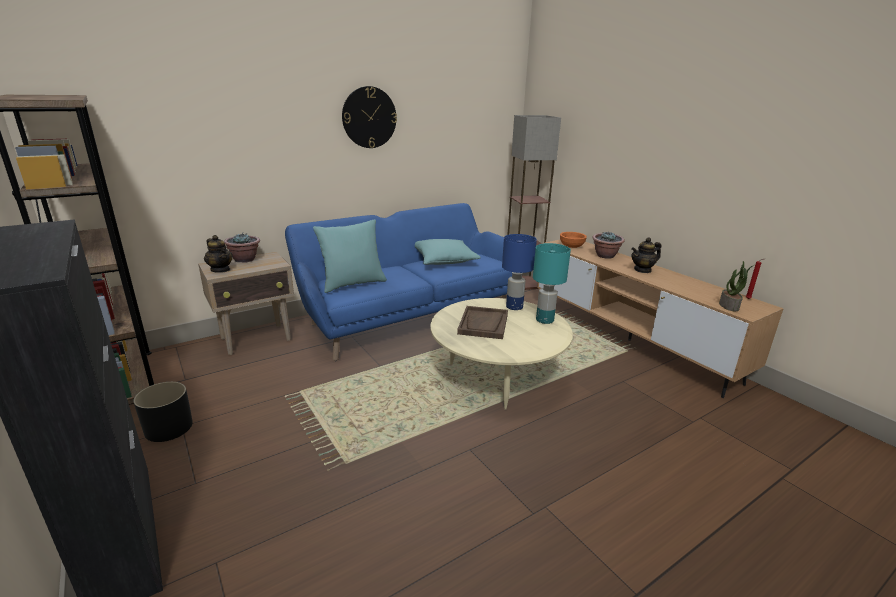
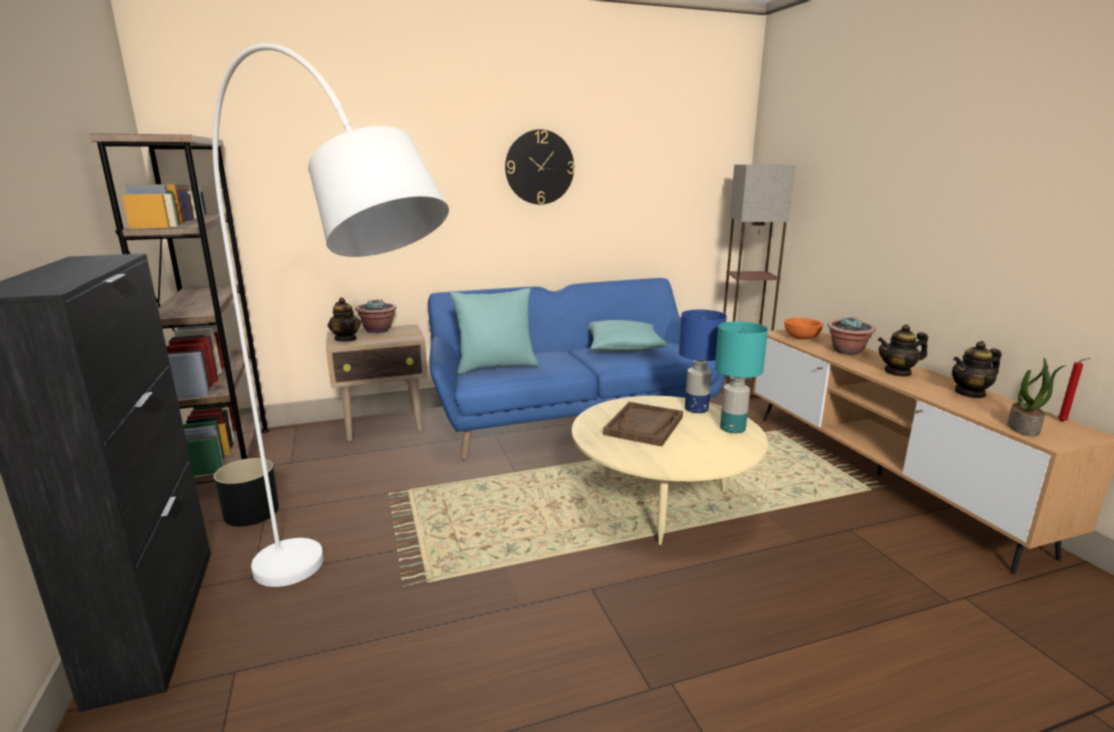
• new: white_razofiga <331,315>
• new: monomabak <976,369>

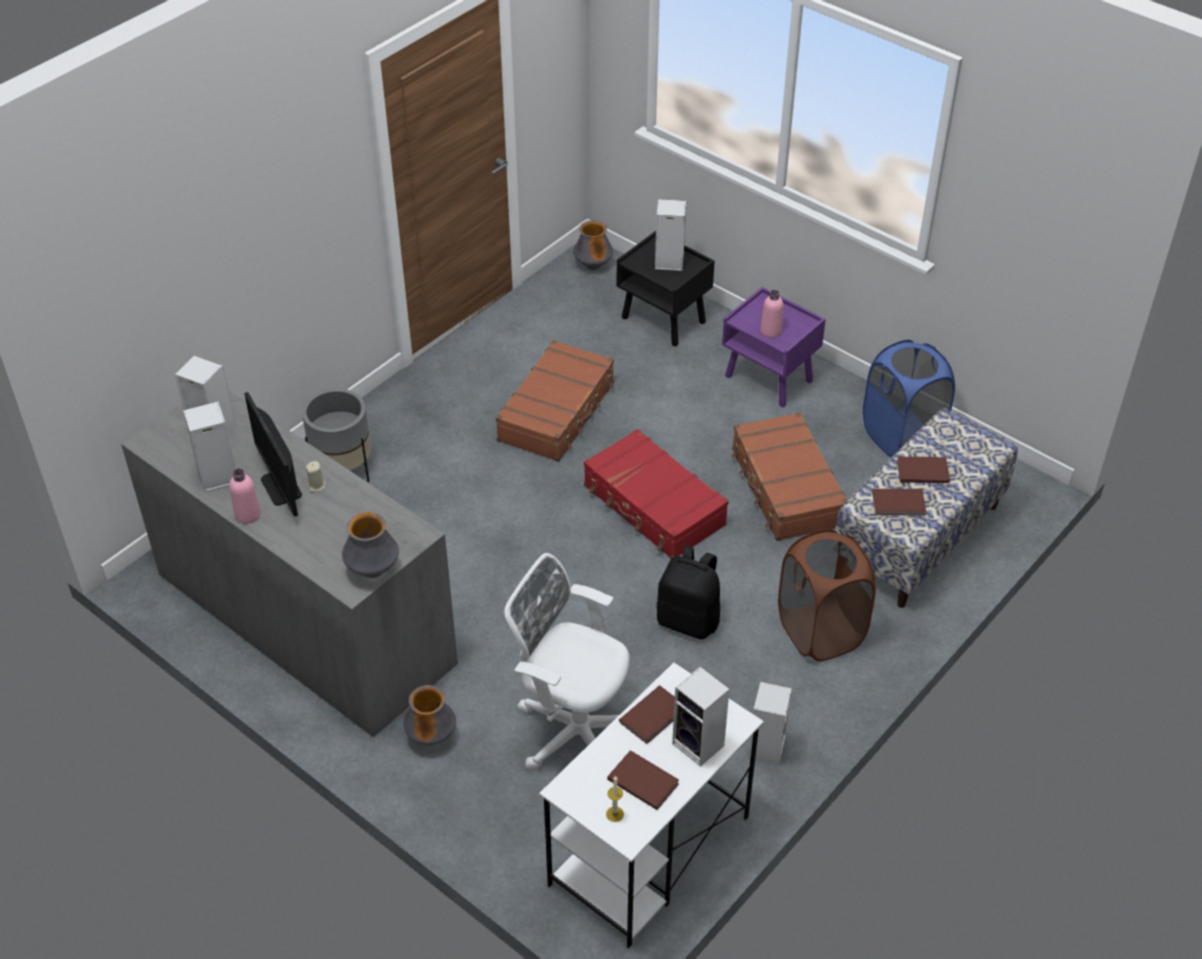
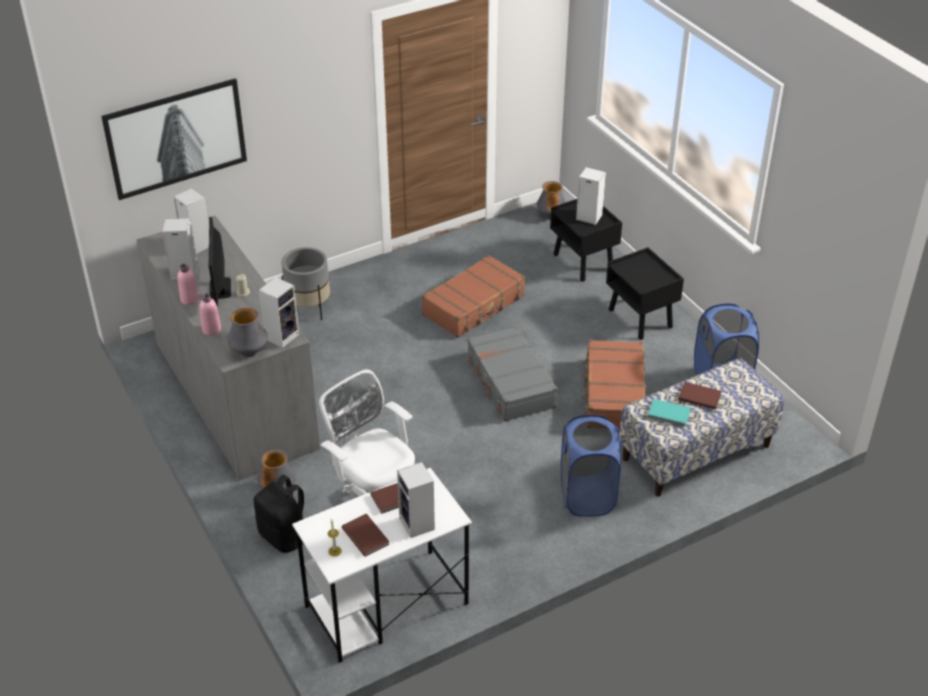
• new: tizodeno <174,139>
• shifted: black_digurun <688,592> to <279,514>
• shifted: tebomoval <770,724> to <278,312>
• shifted: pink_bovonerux <772,314> to <210,314>
• repainted: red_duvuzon <656,494> to grey_duvuzon <512,373>
• repainted: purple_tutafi <774,347> to black_tutafi <645,293>
• repainted: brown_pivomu <827,595> to blue_pivomu <591,466>
• repainted: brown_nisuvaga <899,502> to turquoise_nisuvaga <669,413>

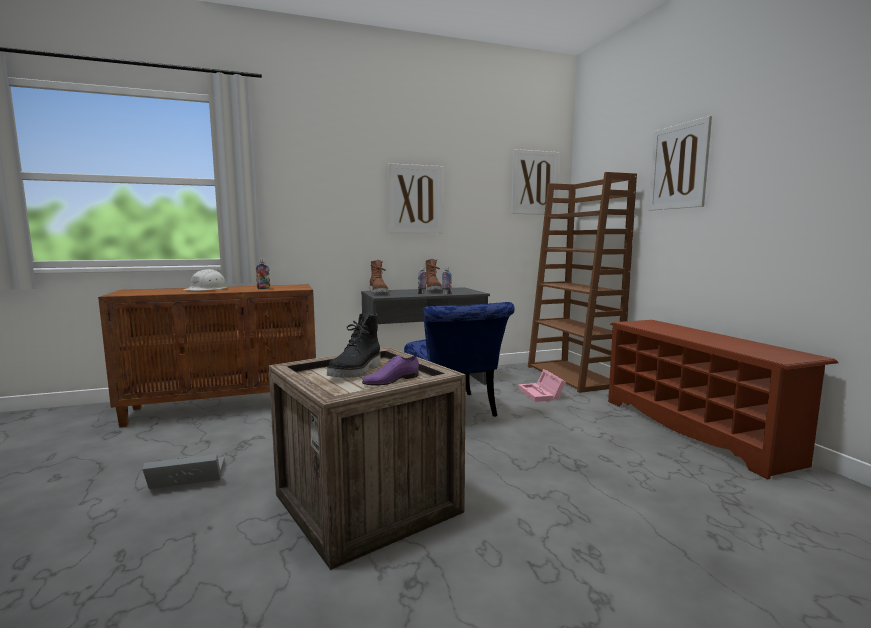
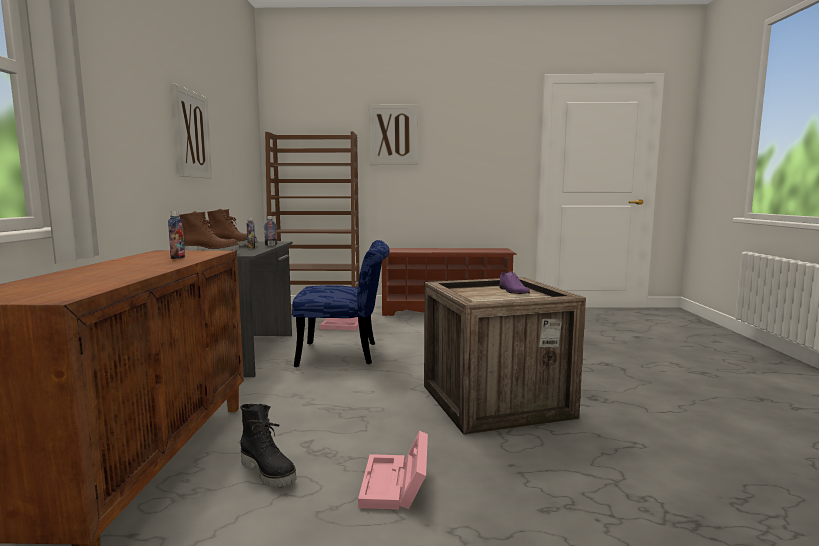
• gone: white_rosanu <205,280>
• gone: tizodeno <535,181>
• shifted: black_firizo <354,345> to <268,445>
• repainted: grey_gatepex <183,471> to pink_gatepex <393,470>

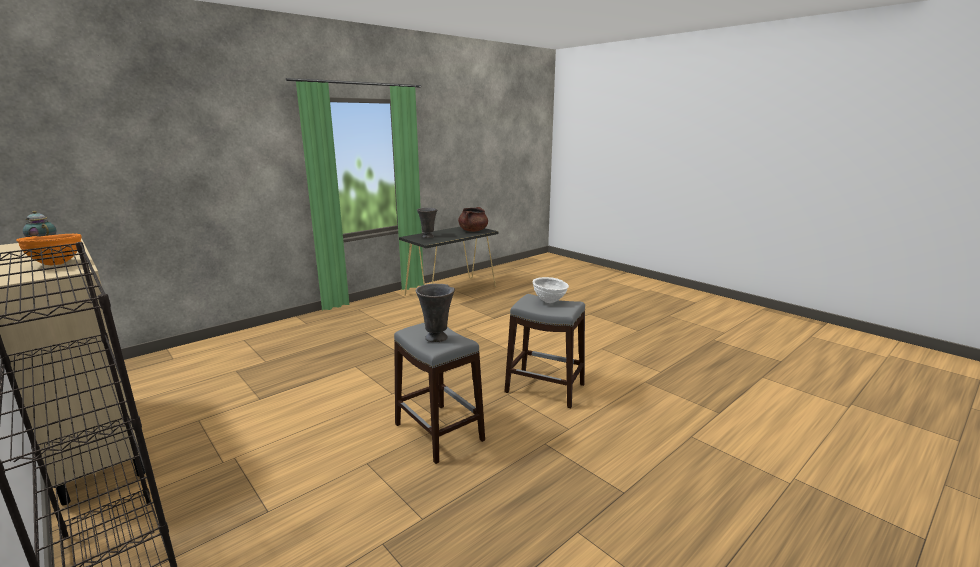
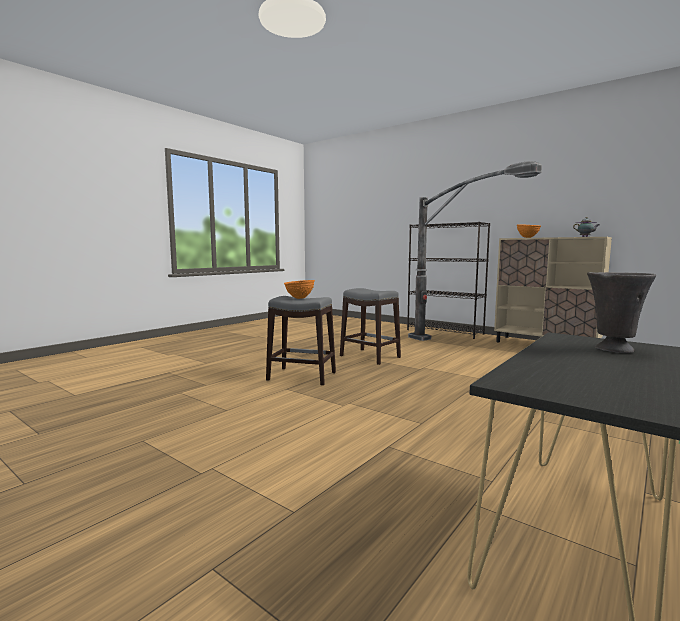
• gone: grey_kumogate <435,313>
• gone: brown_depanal <473,219>
• new: razofiga <475,251>
• repainted: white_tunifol <551,290> to orange_tunifol <299,289>

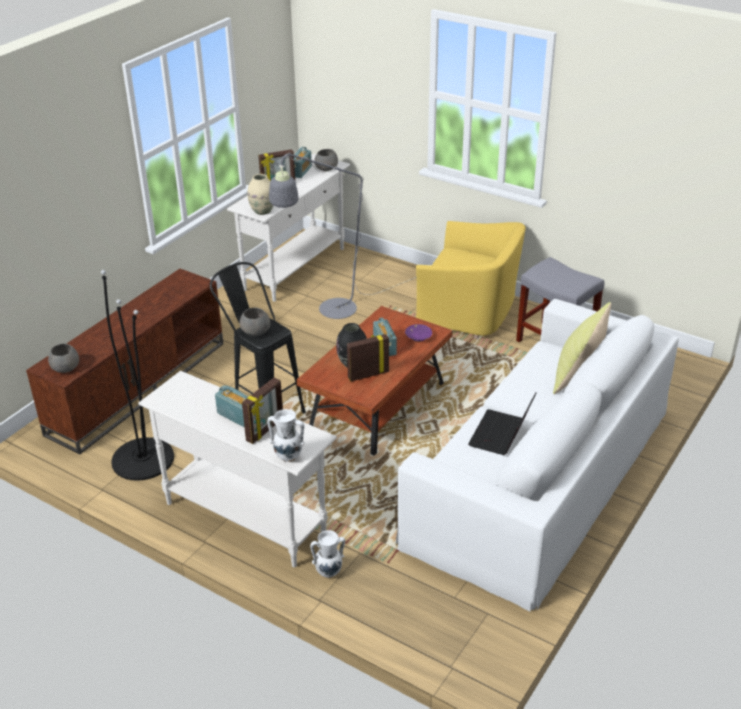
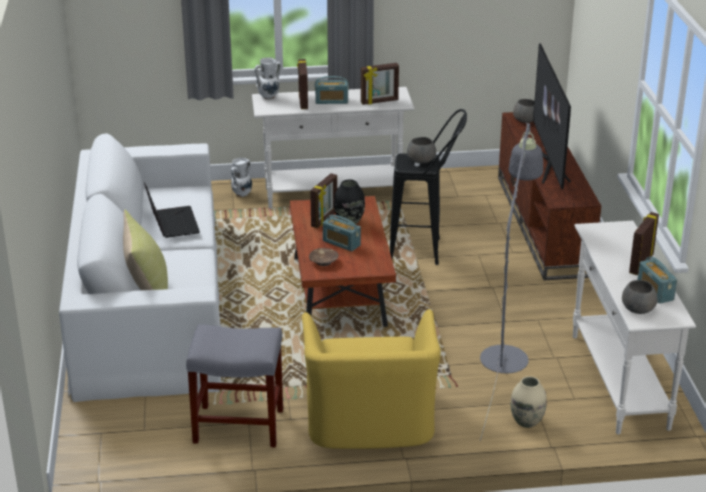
• gone: black_razofiga <137,375>
• new: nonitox <380,84>
• new: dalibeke <552,116>
• shifted: beige_kumogate <260,194> to <528,402>
• repainted: purple_tunifol <418,333> to brown_tunifol <323,257>
• rotated: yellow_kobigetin <471,280> = <371,379> 75 degrees counterclockwise

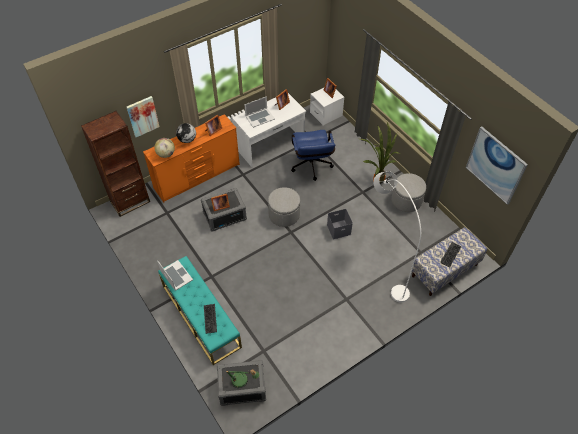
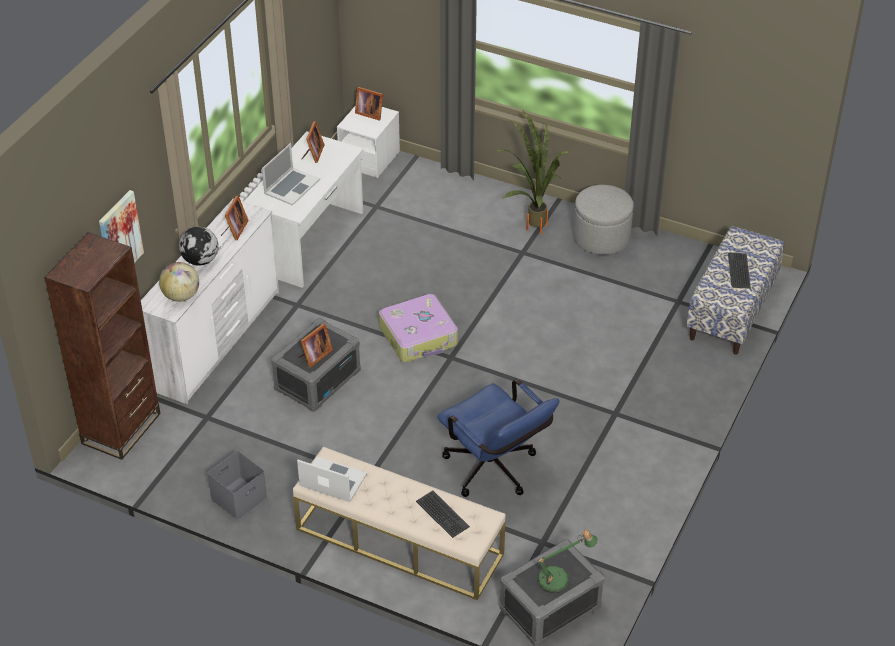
• gone: white_razofiga <397,236>
• gone: tizodeno <497,165>
• shifted: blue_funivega <313,155> to <498,438>
• shifted: grey_gatepex <340,224> to <237,485>
• swapped: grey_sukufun <284,207> to duvuzon <418,328>
• repainted: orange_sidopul <191,158> to white_sidopul <210,301>
• repainted: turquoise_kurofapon <200,310> to beige_kurofapon <399,523>

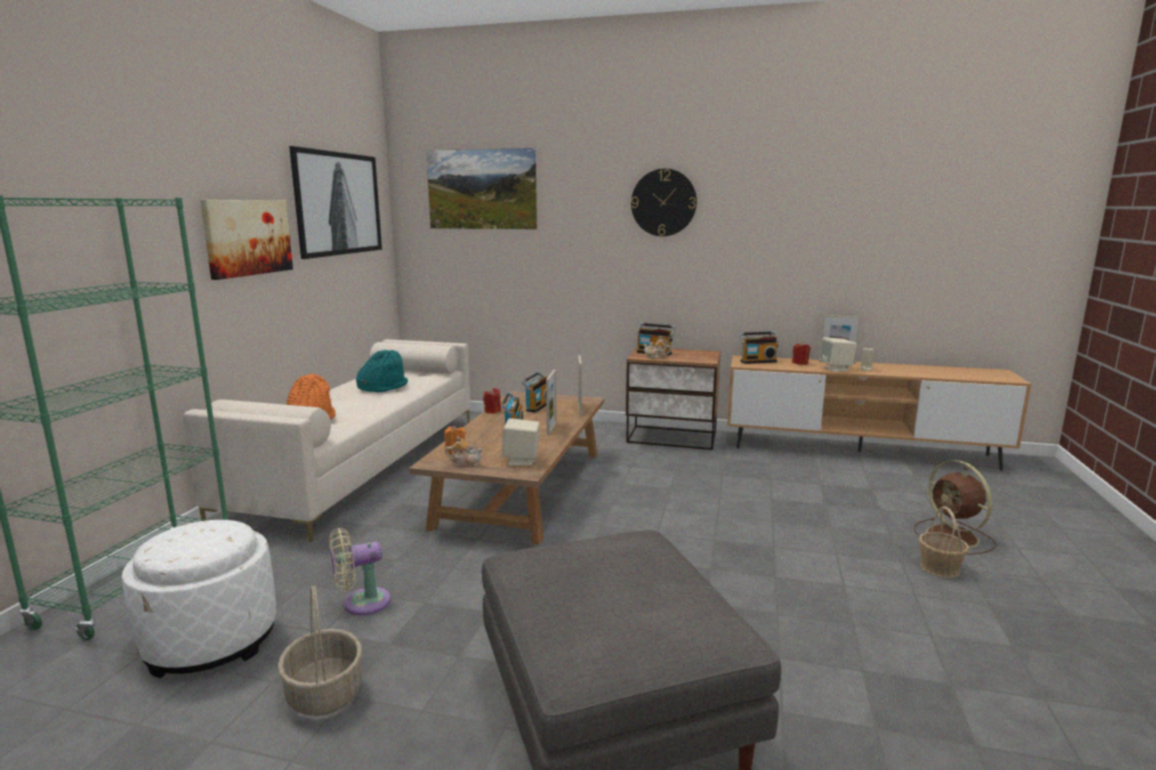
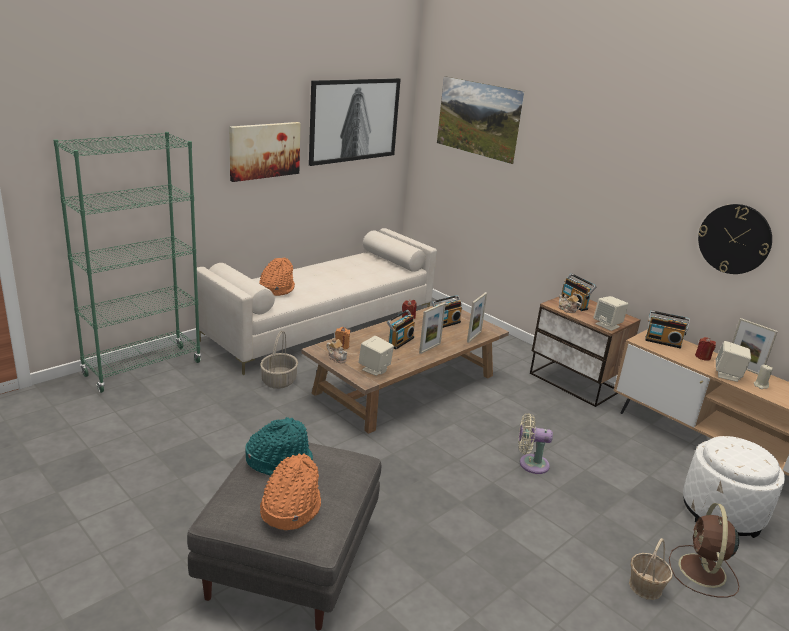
• new: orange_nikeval <290,491>
• new: beige_tebomoval <611,313>
• shifted: white_sukufun <199,599> to <734,487>
• shifted: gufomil <320,650> to <279,359>
• shifted: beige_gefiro <360,571> to <536,443>
• shifted: turquoise_nikeval <382,371> to <279,446>
• shifted: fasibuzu <664,202> to <735,239>

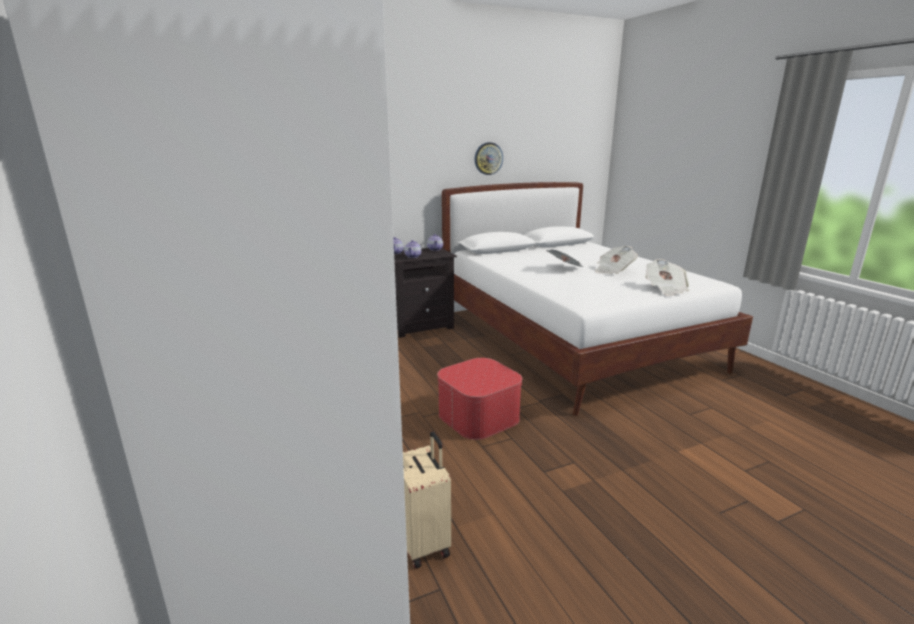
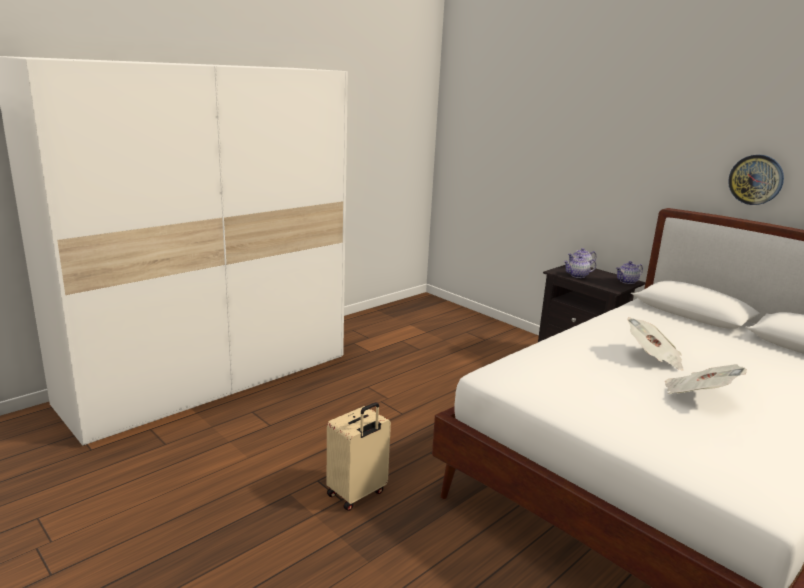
• gone: sukufun <479,399>
• gone: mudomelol <667,277>
• shifted: beige_duvuzon <427,500> to <359,456>

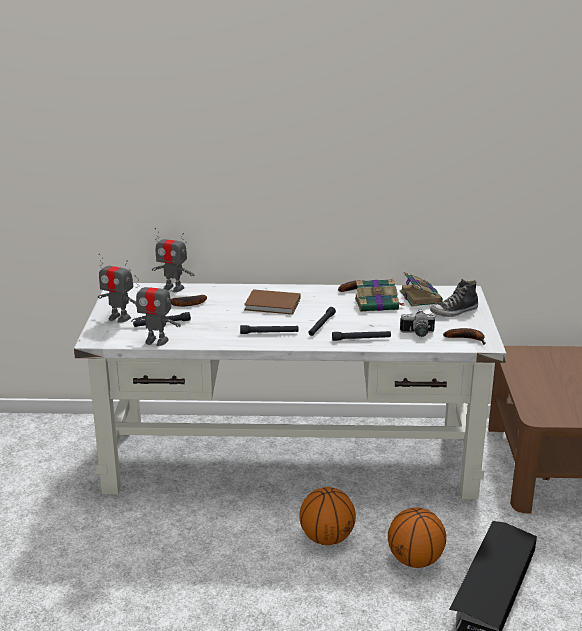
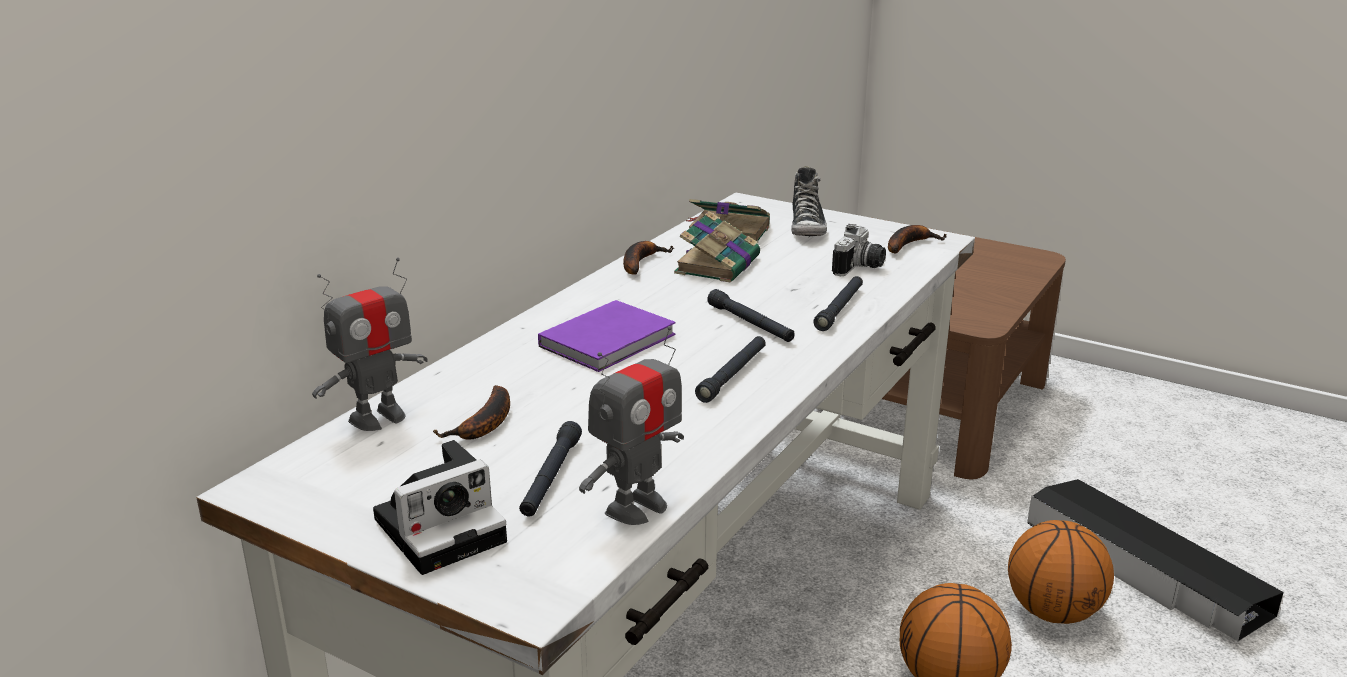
• swapped: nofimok <117,288> to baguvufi <440,507>
• repainted: brown_nisuvaga <272,302> to purple_nisuvaga <607,336>

